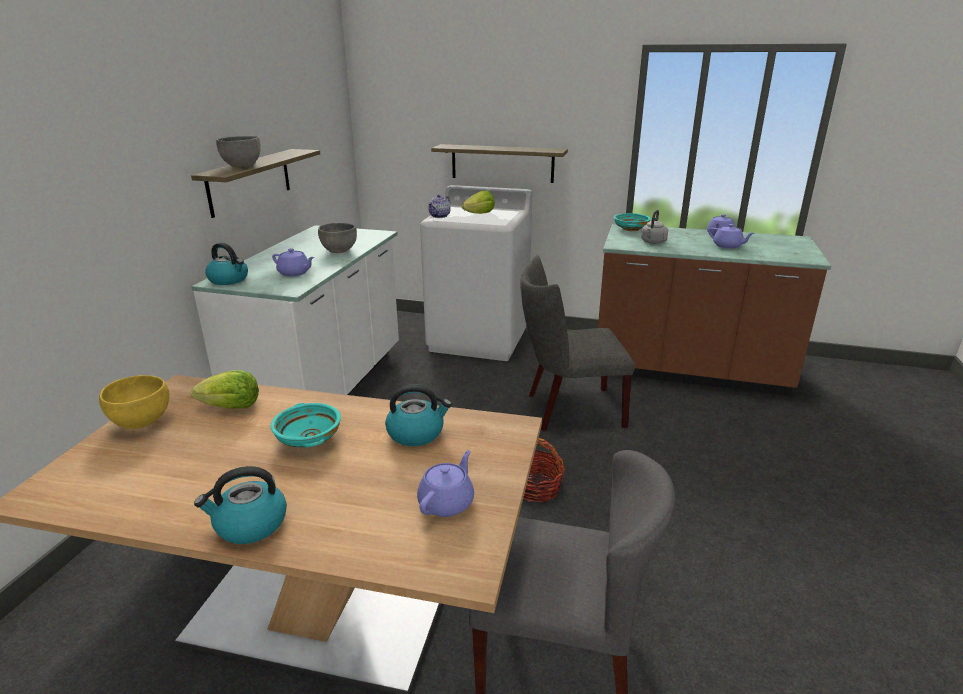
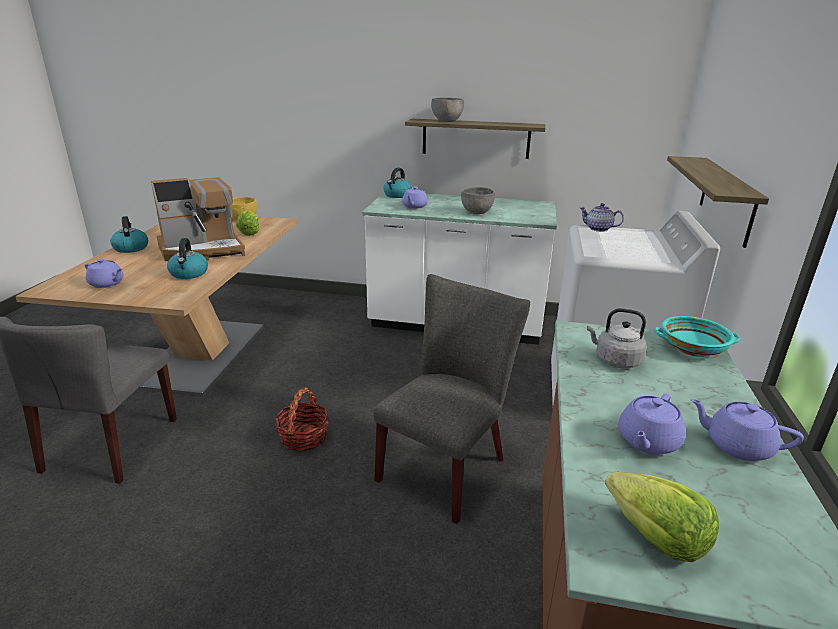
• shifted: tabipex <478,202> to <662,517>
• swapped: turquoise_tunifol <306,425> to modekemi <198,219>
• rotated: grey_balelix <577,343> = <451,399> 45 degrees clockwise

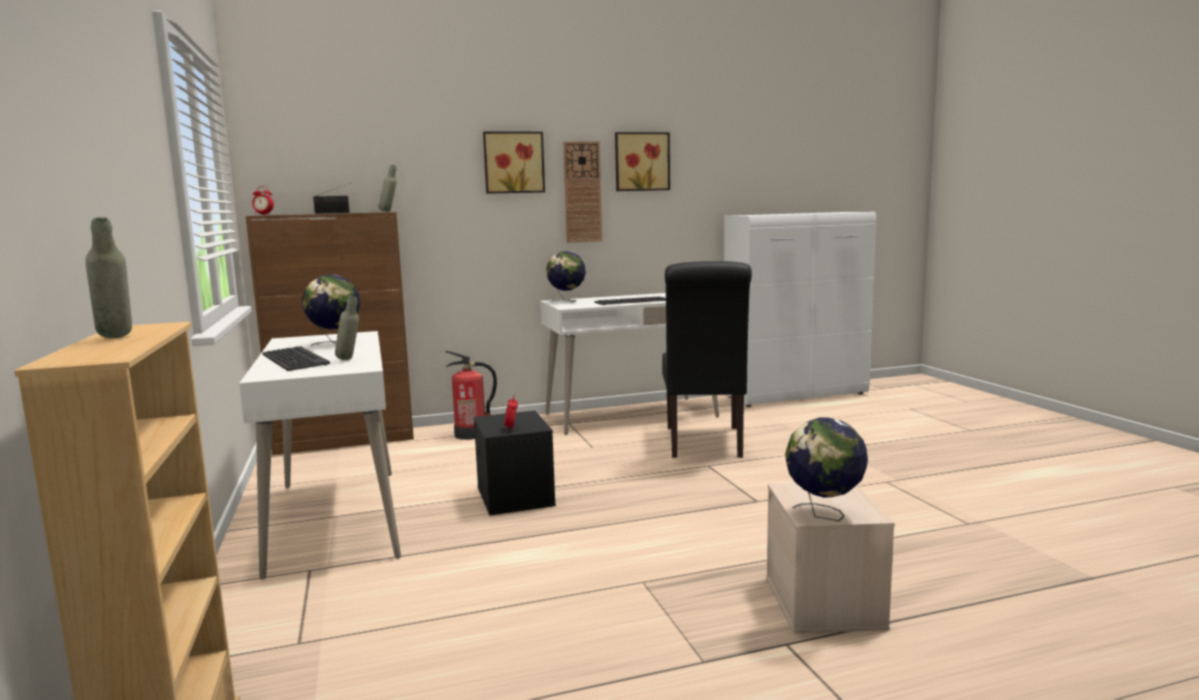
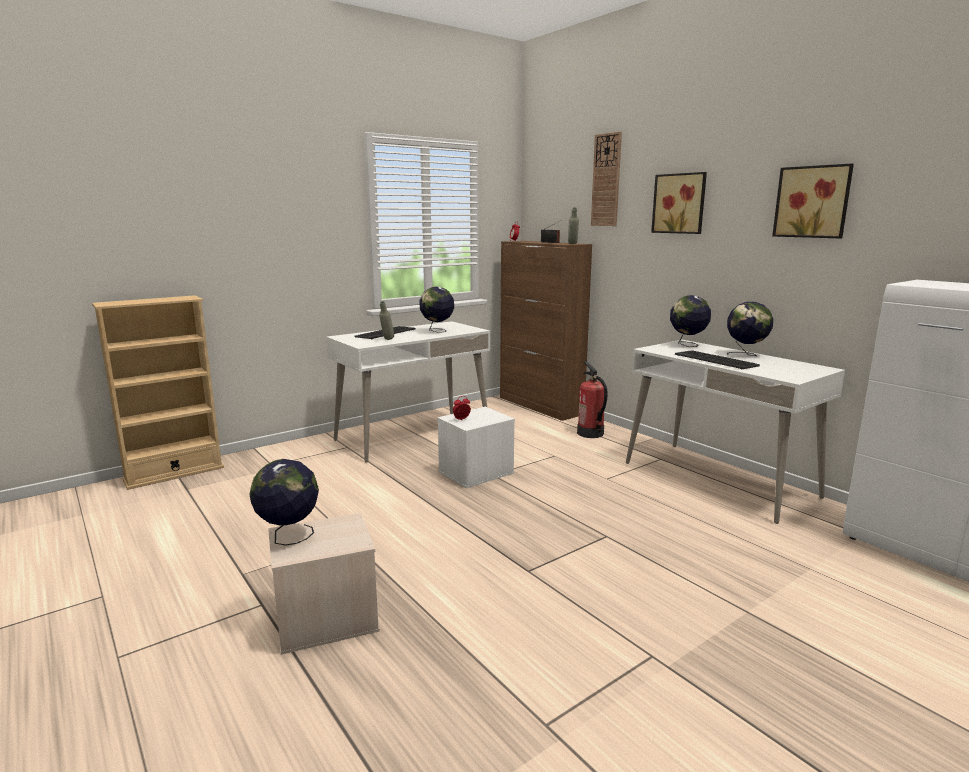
• gone: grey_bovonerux <108,277>
• gone: black_balelix <707,359>
• new: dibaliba <750,329>
• shifted: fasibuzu <582,192> to <606,179>
• repainted: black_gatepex <515,463> to white_gatepex <476,447>

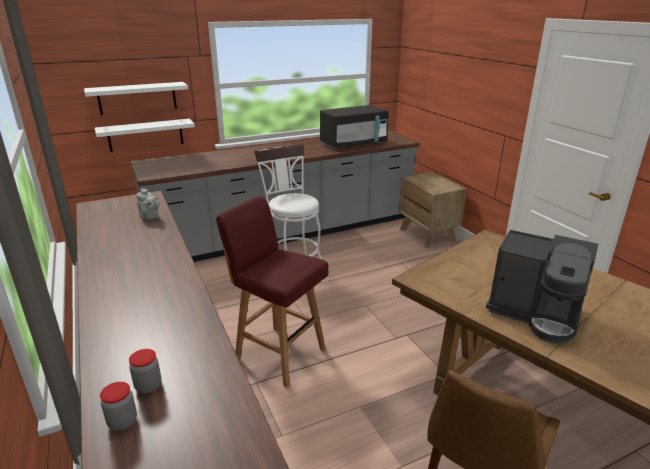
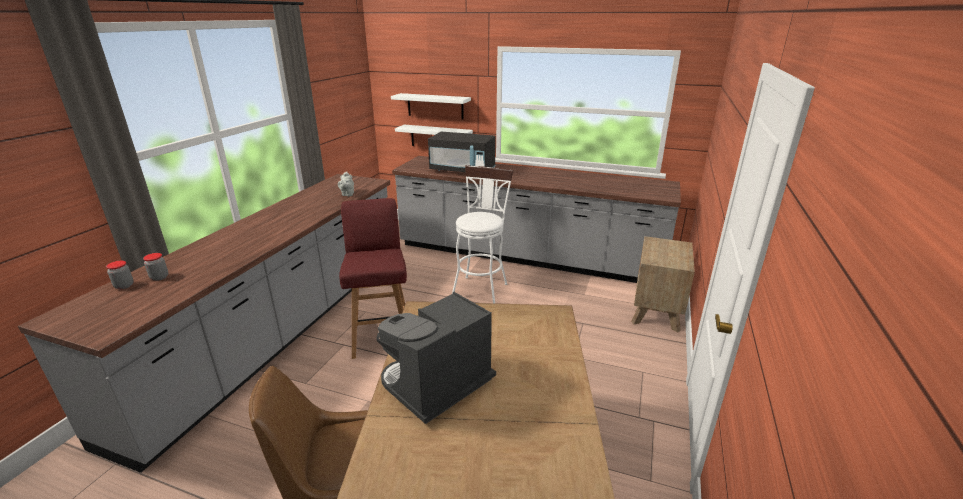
• shifted: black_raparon <354,127> to <462,152>
• rotated: modekemi <542,287> = <436,358> 60 degrees clockwise

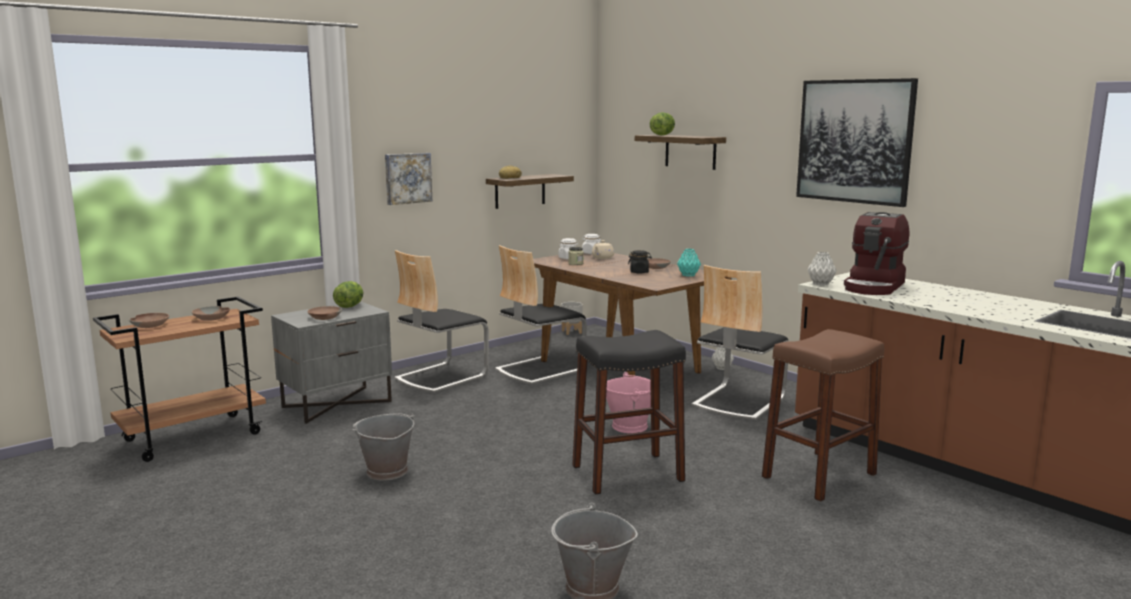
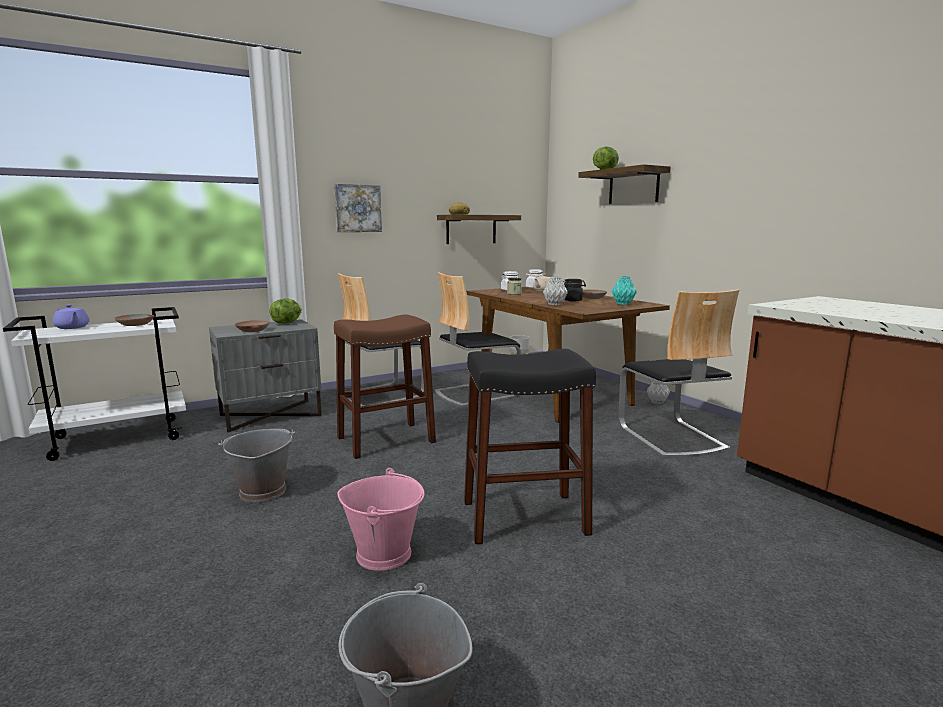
• gone: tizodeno <857,142>
• gone: modekemi <876,253>
• shifted: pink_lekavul <628,402> to <381,519>
• shifted: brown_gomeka <823,415> to <385,386>
• shifted: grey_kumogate <822,269> to <555,290>
• swapped: brown_tunifol <149,320> to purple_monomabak <71,316>
• repainted: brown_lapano <179,379> to white_lapano <94,384>
• rotated: balelix <740,342> = <678,373> 60 degrees counterclockwise

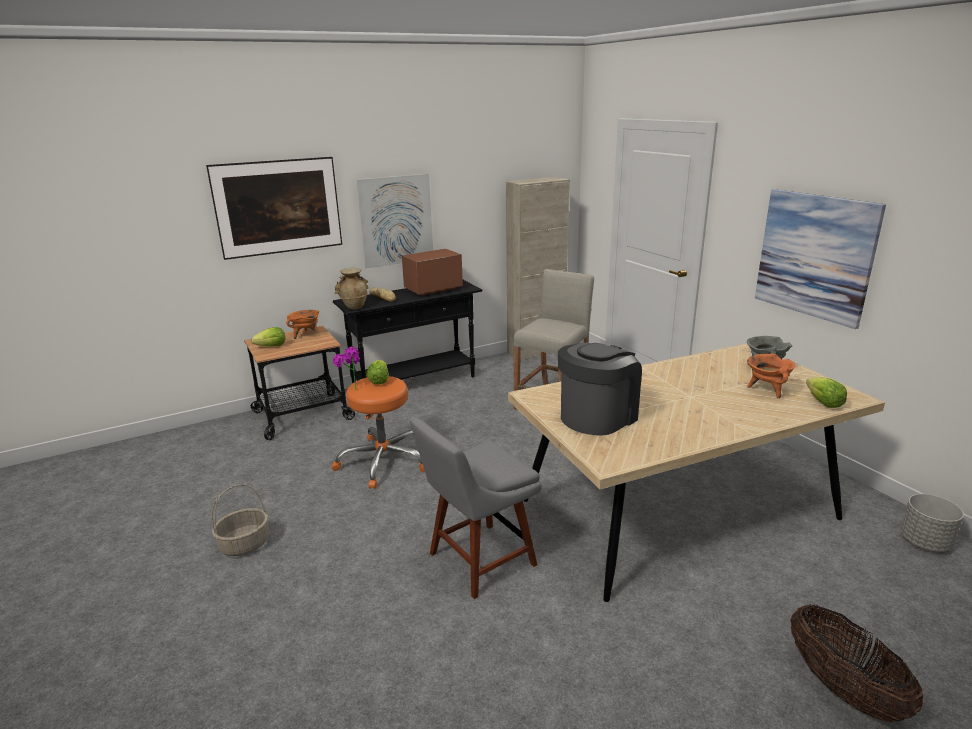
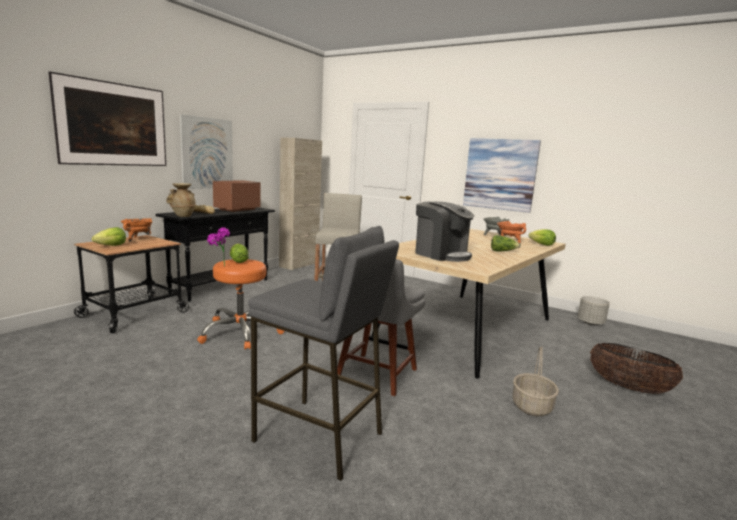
• new: grey_gomeka <323,353>
• new: tabipex <506,243>
• shifted: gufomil <240,520> to <535,381>
• rotated: modekemi <600,389> = <444,231> 120 degrees clockwise

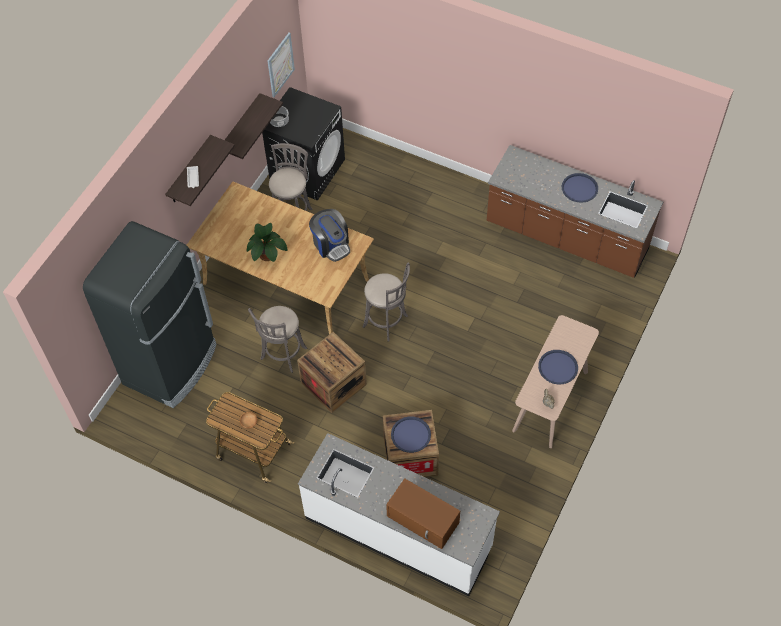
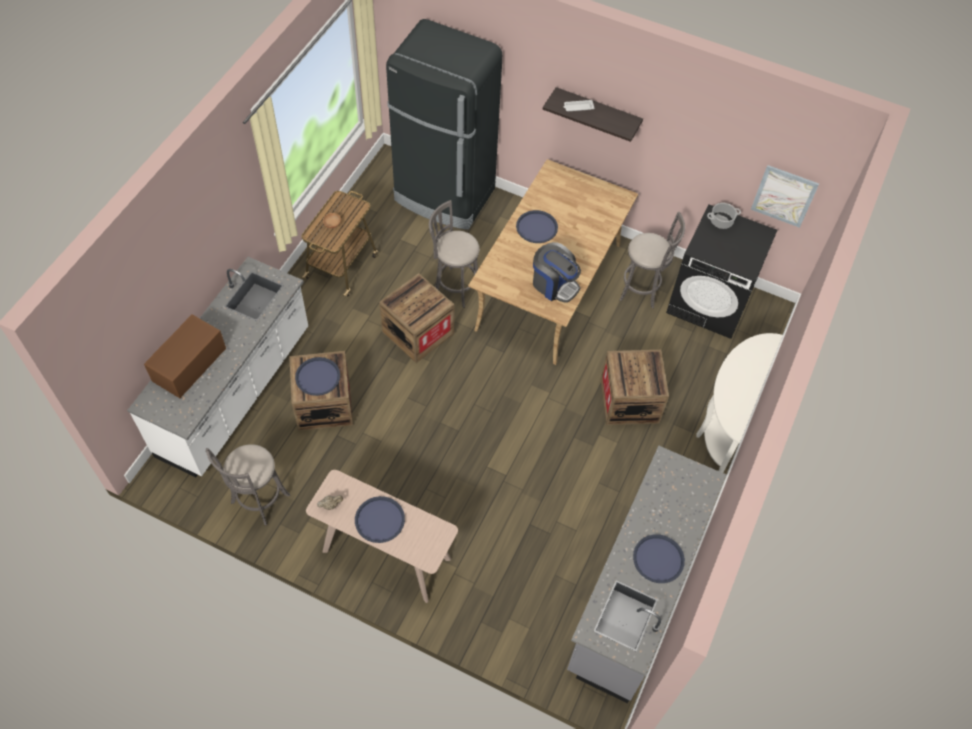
• gone: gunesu <254,126>
• new: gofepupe <634,387>
• new: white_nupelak <740,403>
• shifted: grey_gomeka <386,302> to <248,484>
• swapped: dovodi <267,242> to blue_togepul <537,226>
• repainted: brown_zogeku <575,211> to grey_zogeku <646,574>
• rotated: modekemi <329,235> = <557,272> 105 degrees counterclockwise

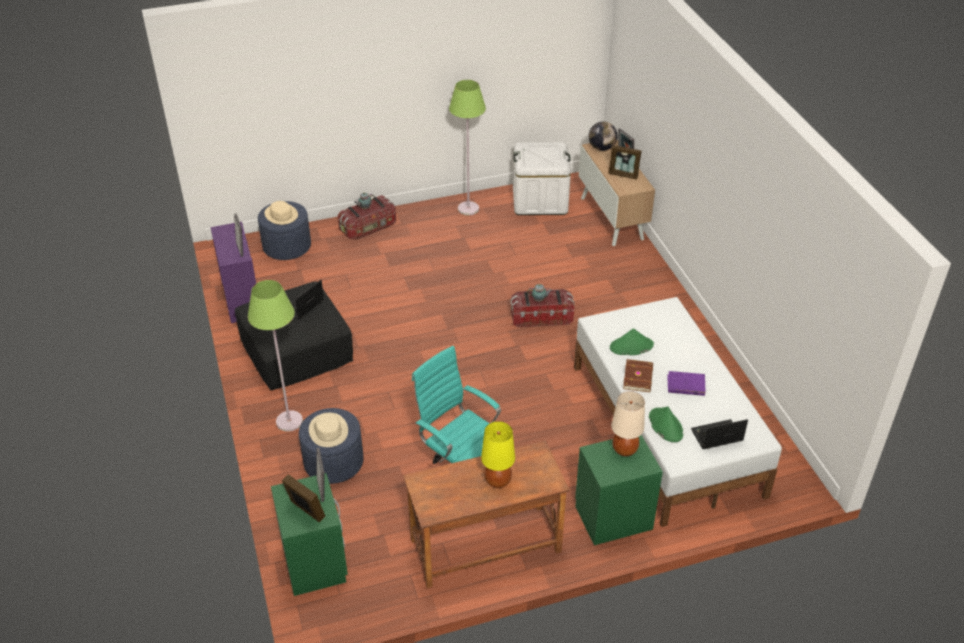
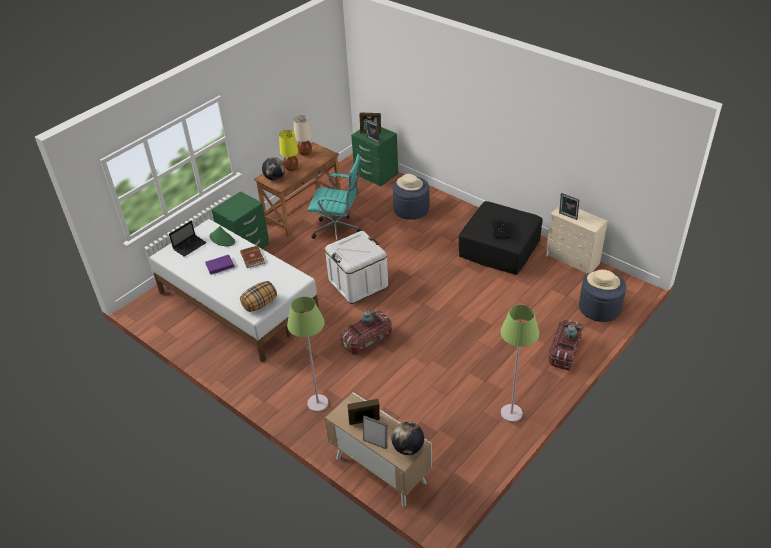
• gone: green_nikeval <632,341>
• new: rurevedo <258,296>
• new: dibaliba <273,168>
• shifted: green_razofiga <275,356> to <308,354>
• shifted: white_gatepex <542,178> to <356,267>
• shifted: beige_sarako <628,424> to <303,135>
• repainted: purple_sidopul <233,272> to beige_sidopul <577,239>

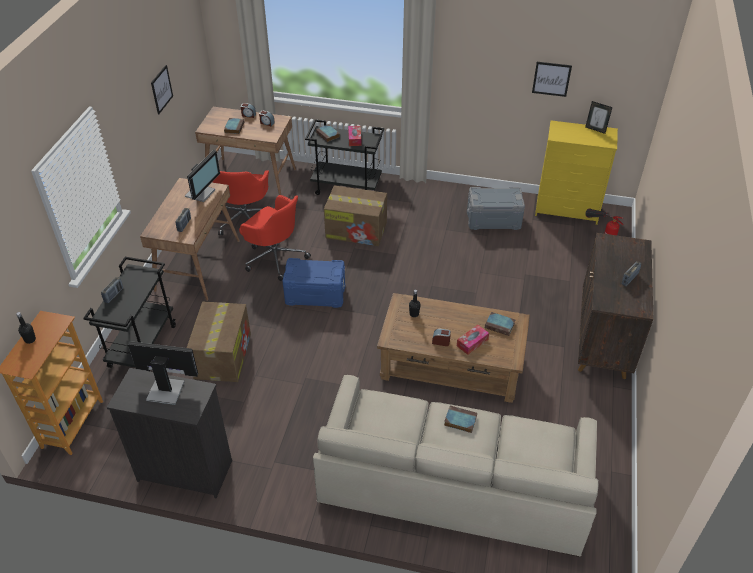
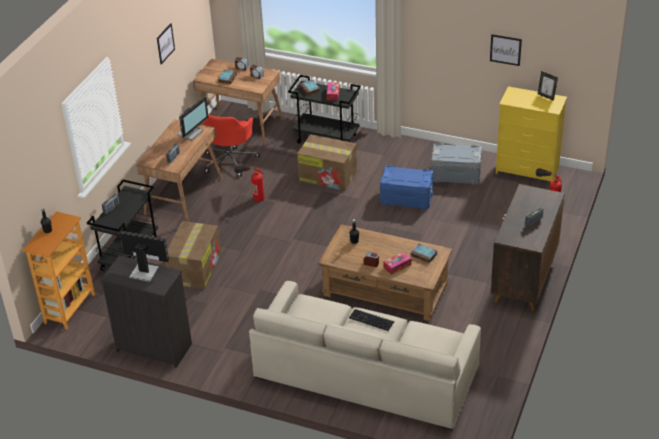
• shifted: blue_gatepex <314,283> to <406,187>
• swapped: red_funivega <275,238> to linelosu <249,183>
• swapped: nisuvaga <460,419> to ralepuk <372,320>

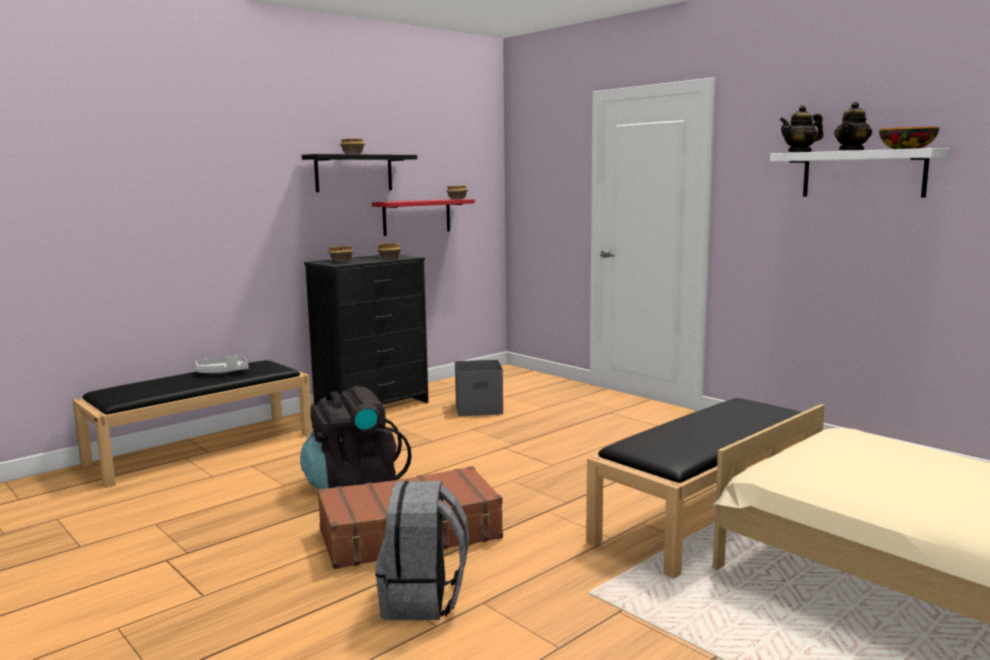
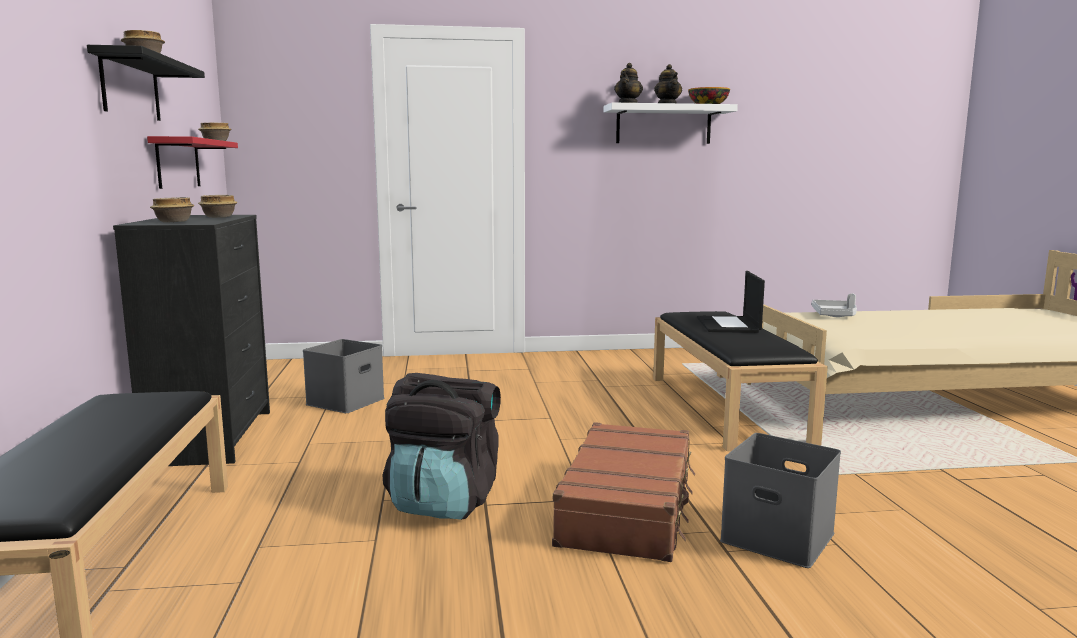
• new: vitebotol <731,302>
• shifted: grey_togepul <221,364> to <834,305>
• swapped: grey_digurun <422,550> to grey_gatepex <780,500>

